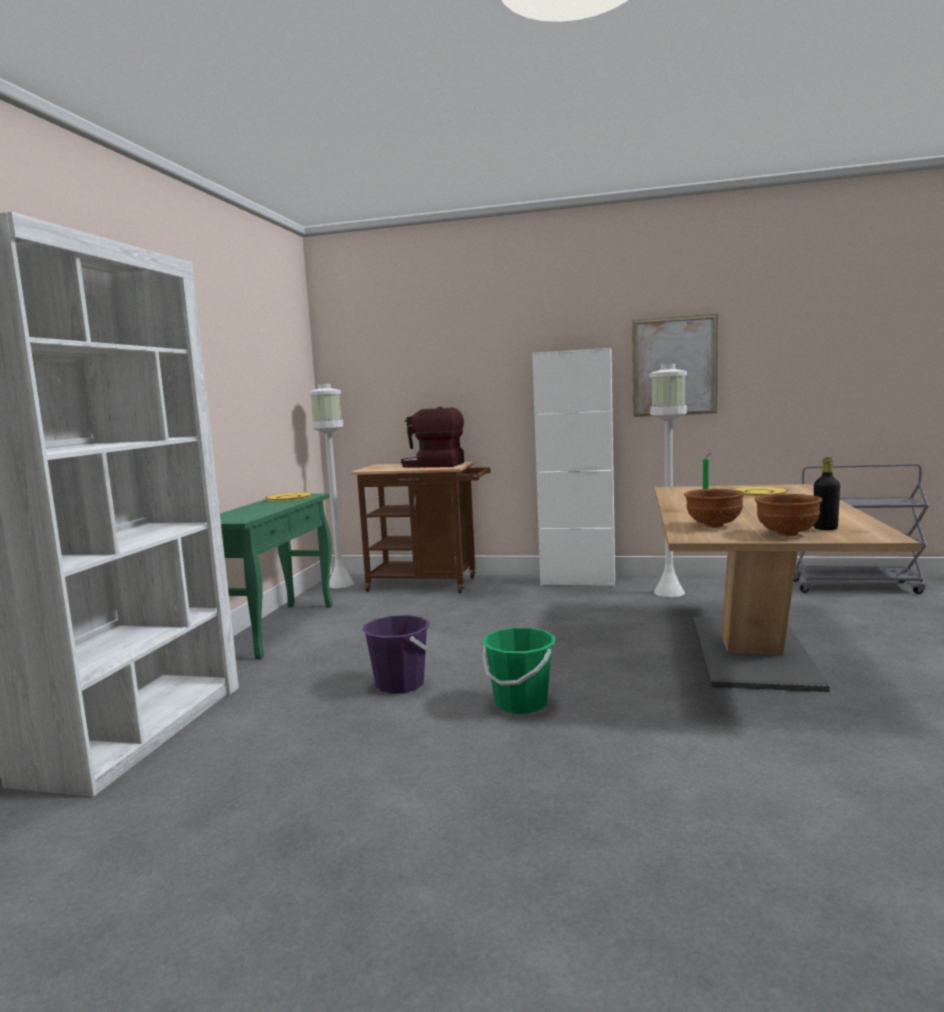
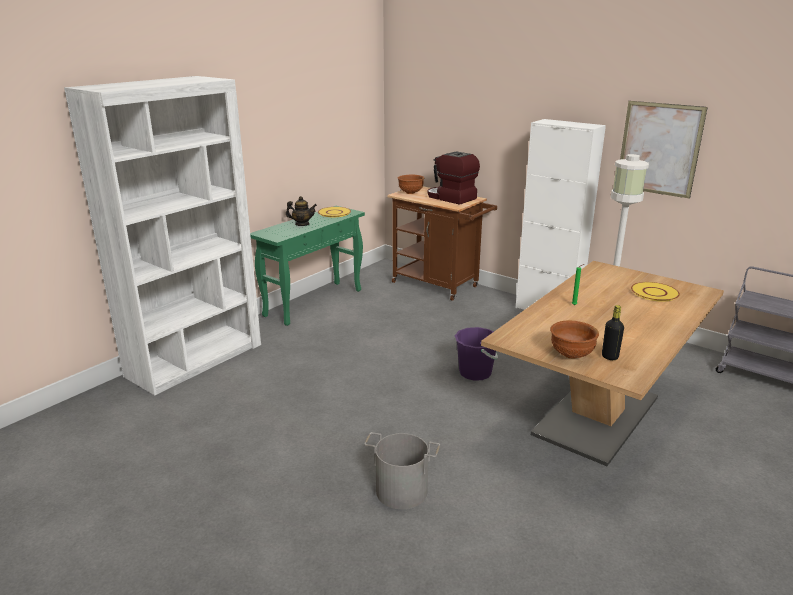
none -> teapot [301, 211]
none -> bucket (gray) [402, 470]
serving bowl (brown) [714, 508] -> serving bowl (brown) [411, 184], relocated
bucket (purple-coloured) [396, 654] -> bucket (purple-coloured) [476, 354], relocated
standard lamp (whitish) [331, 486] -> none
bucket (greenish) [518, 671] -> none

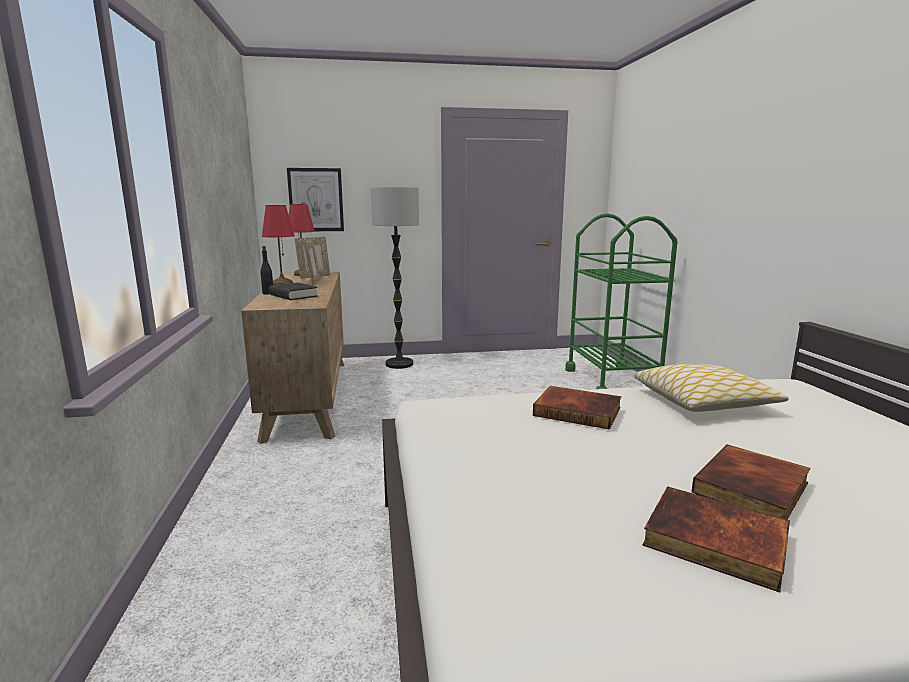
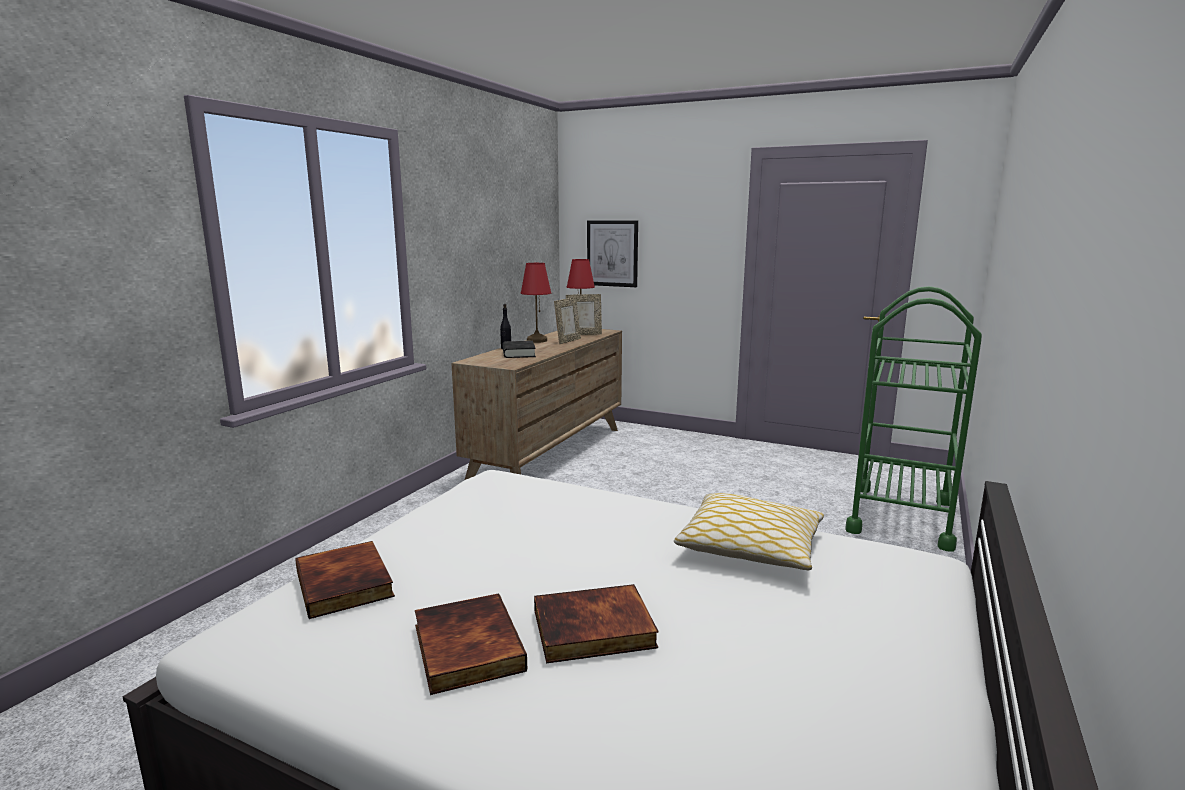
bound book [577, 408] -> bound book [345, 580], relocated
standard lamp [395, 278] -> none

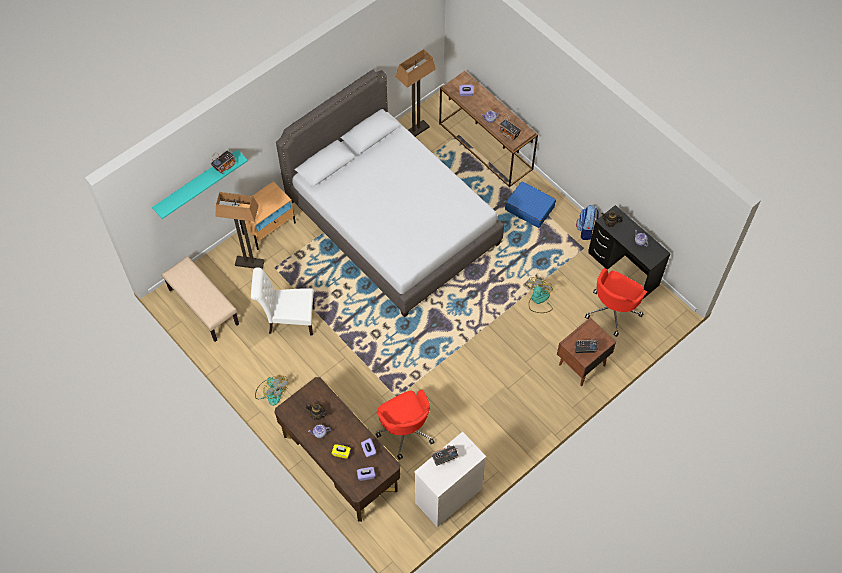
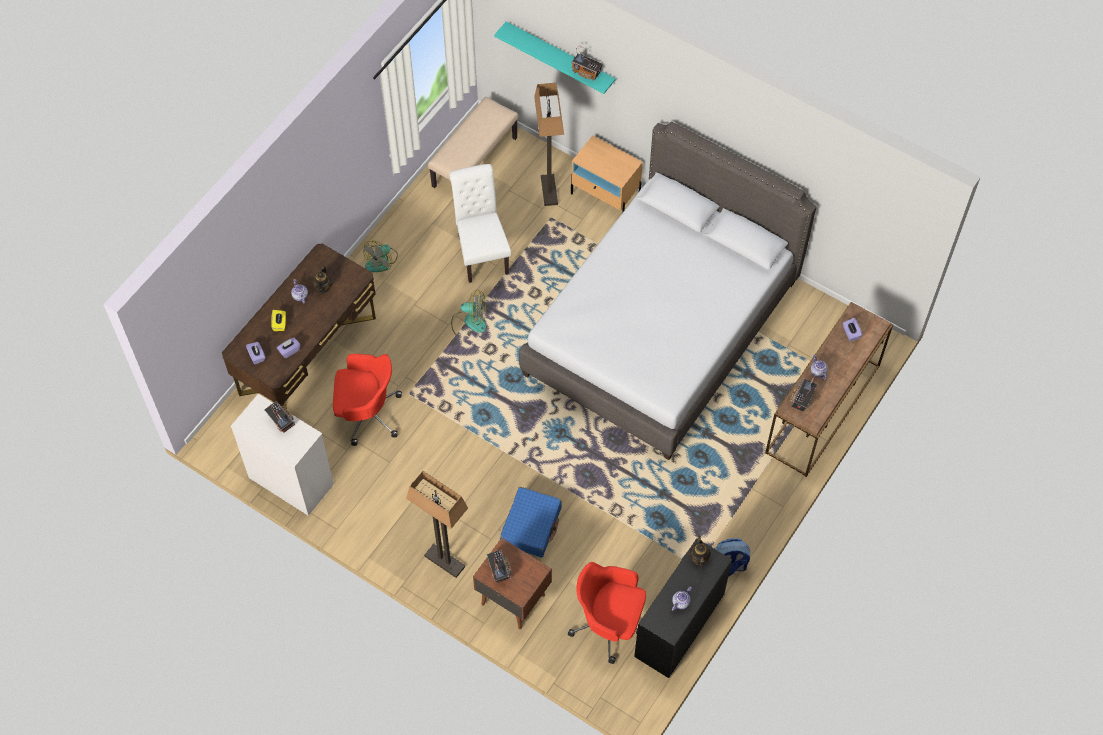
computer chair (red) [405, 425] -> computer chair (red) [367, 400], 135 degrees counterclockwise
standard lamp [416, 93] -> standard lamp [437, 524], relocated
cooling fan [540, 295] -> cooling fan [468, 312], relocated
suitcase (blue) [530, 204] -> suitcase (blue) [531, 522], relocated

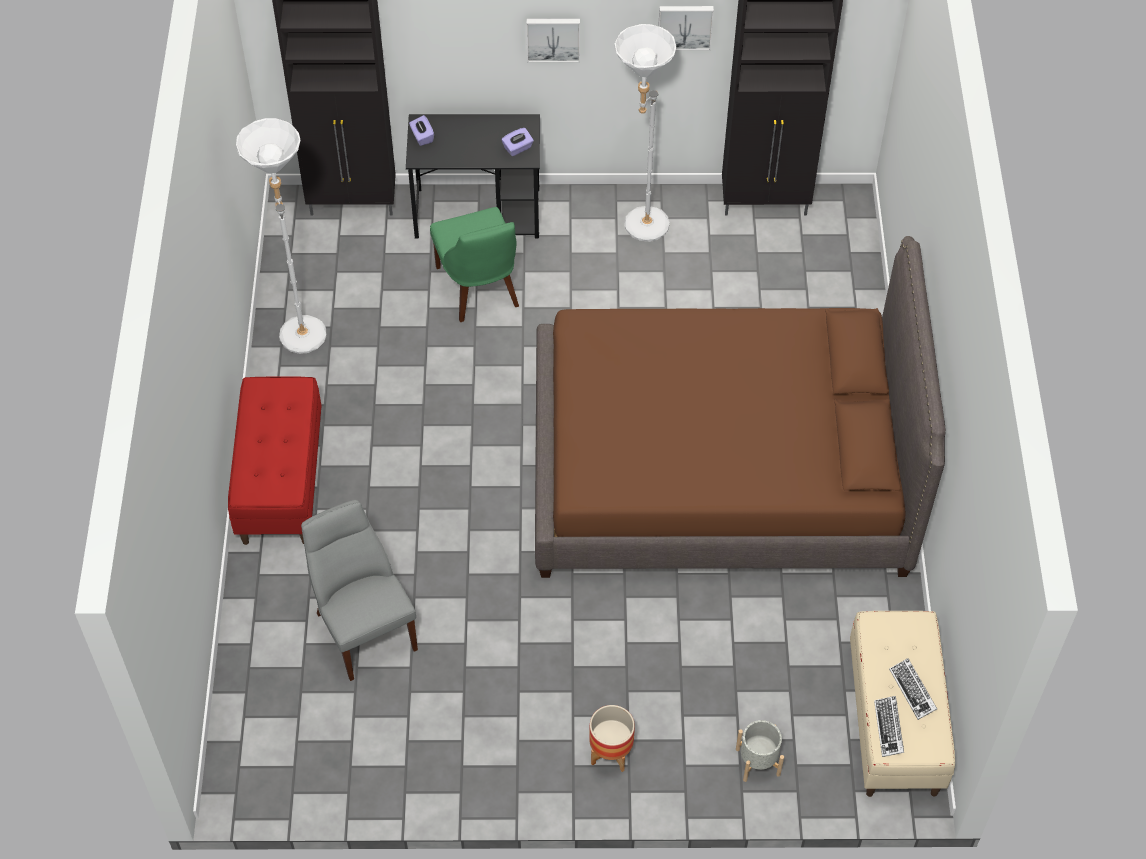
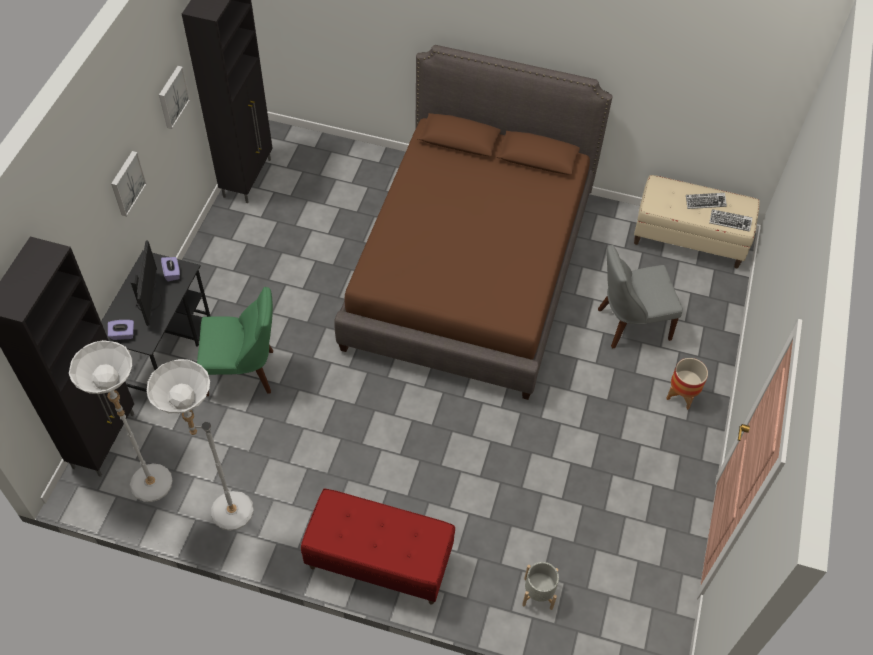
standard lamp (whitish) [645, 133] -> standard lamp (whitish) [121, 421], relocated
none -> computer screen [146, 283]
plant pot (gray) [760, 751] -> plant pot (gray) [540, 586], relocated
chair (gray) [359, 590] -> chair (gray) [640, 296], relocated

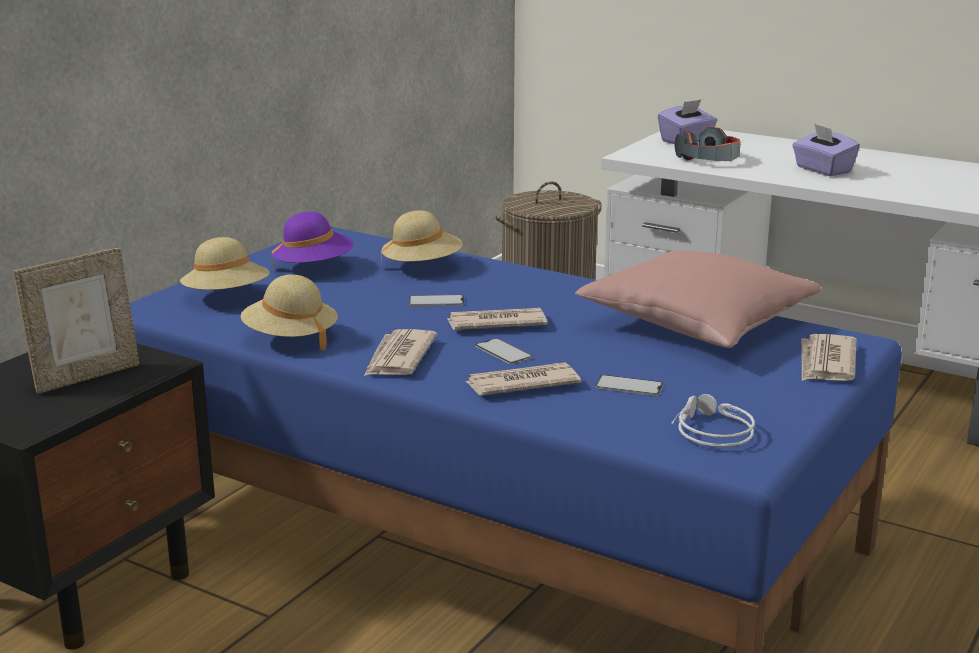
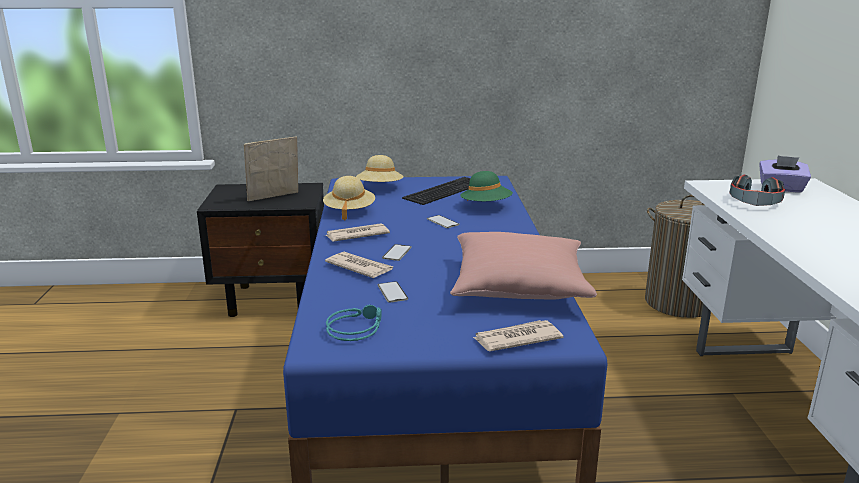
photo frame [76, 321] -> photo frame [271, 169], 135 degrees clockwise
headphones (gray) [713, 420] -> headphones (blue-green) [354, 323]
wearable hat (purple-coloured) [312, 241] -> PC keyboard [436, 191]
wearable hat (sand-coloured) [421, 239] -> wearable hat (greenish) [486, 186]
newspaper [497, 319] -> none
tissue holder (purple-coloured) [826, 149] -> none

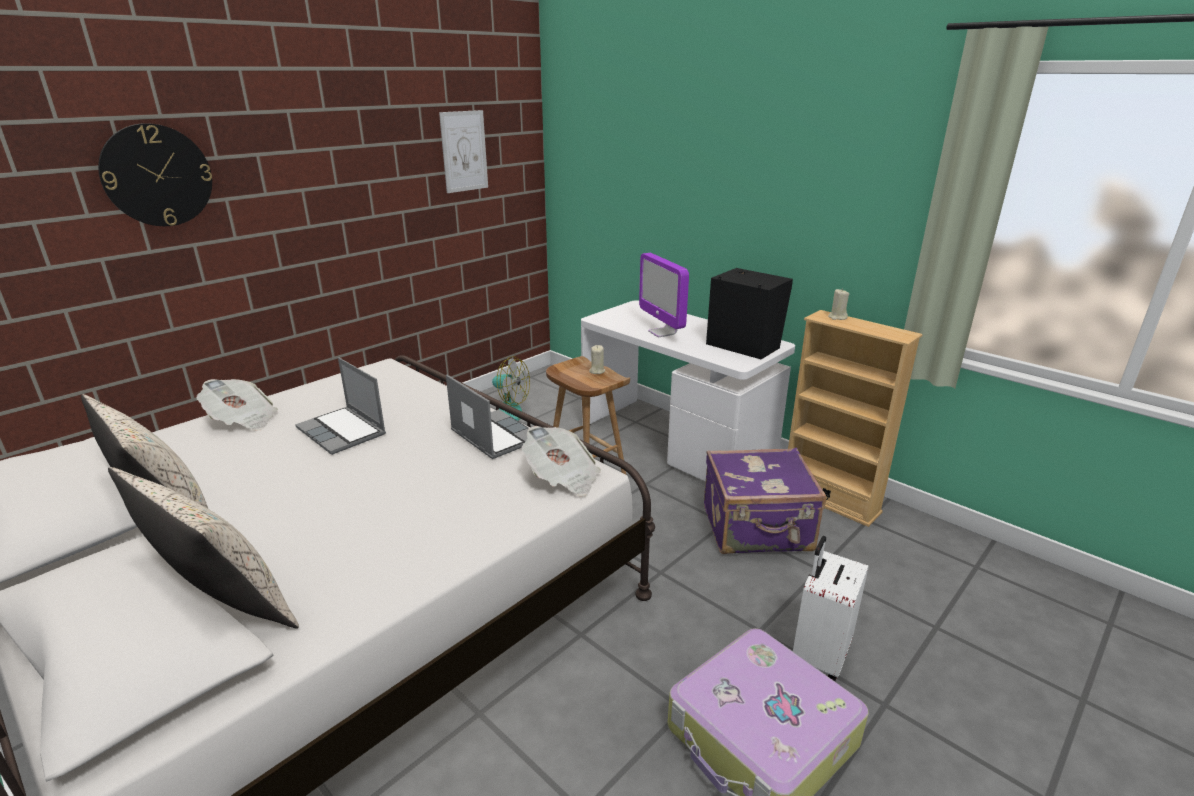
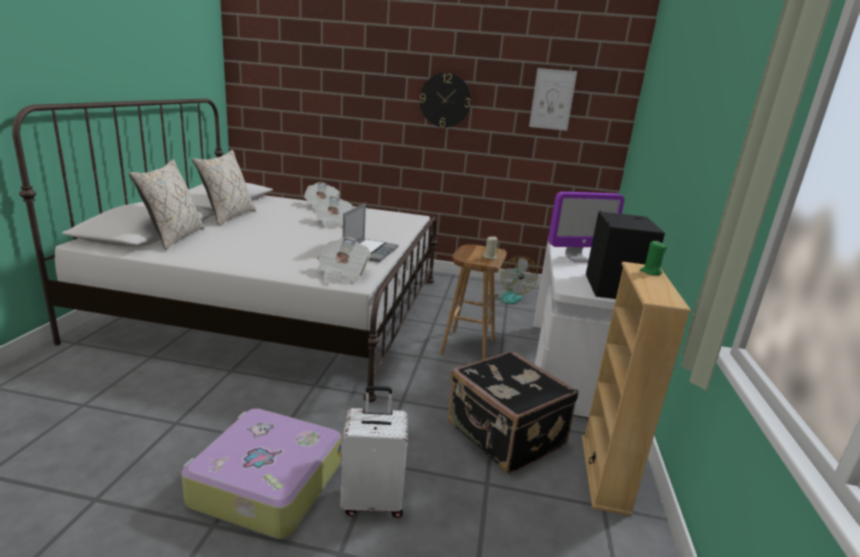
portable computer [340, 406] -> newspaper [334, 212]
hanging clock [155, 174] -> hanging clock [445, 100], relocated
suitcase (purple-coloured) [765, 501] -> suitcase (black) [513, 412]
computer screen [664, 295] -> computer screen [586, 227], 135 degrees counterclockwise
wax candle (sand-coloured) [838, 304] -> wax candle (greenish) [653, 258]

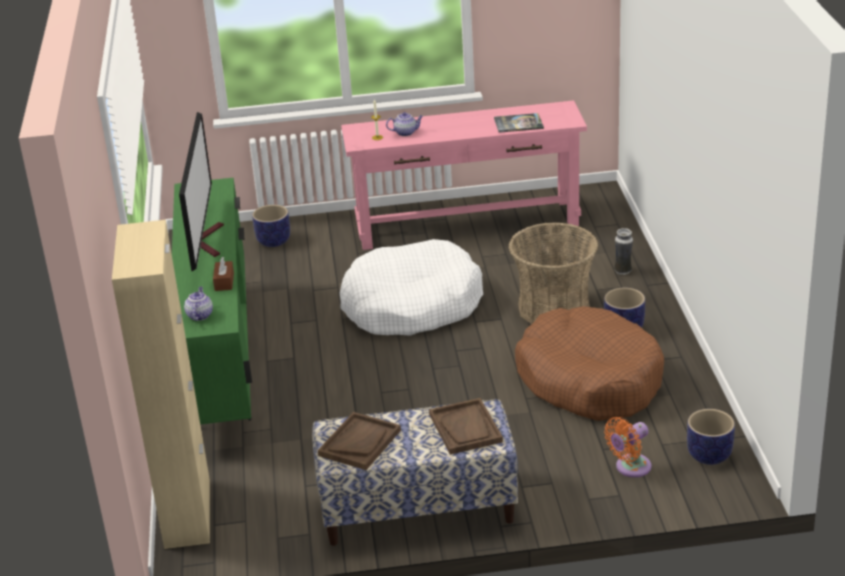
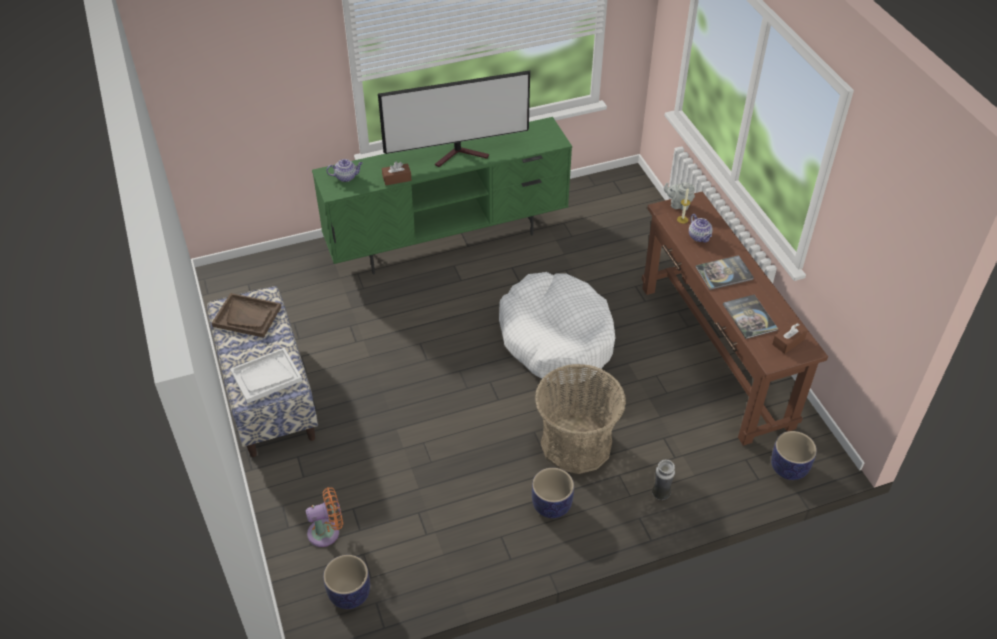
tray (brown) [466, 426] -> tray (whitish) [266, 375]
cooling fan (orangey) [627, 447] -> cooling fan (orangey) [324, 517], 120 degrees clockwise
console table (pink-coloured) [464, 175] -> console table (brown) [735, 319]
none -> teapot (gray) [679, 196]
none -> bound book [725, 272]
plant pot [271, 226] -> plant pot [794, 455], relocated
none -> tissue holder (brown) [789, 338]
cupboard (sand-coloured) [161, 384] -> none
dog bed (brown) [589, 363] -> none

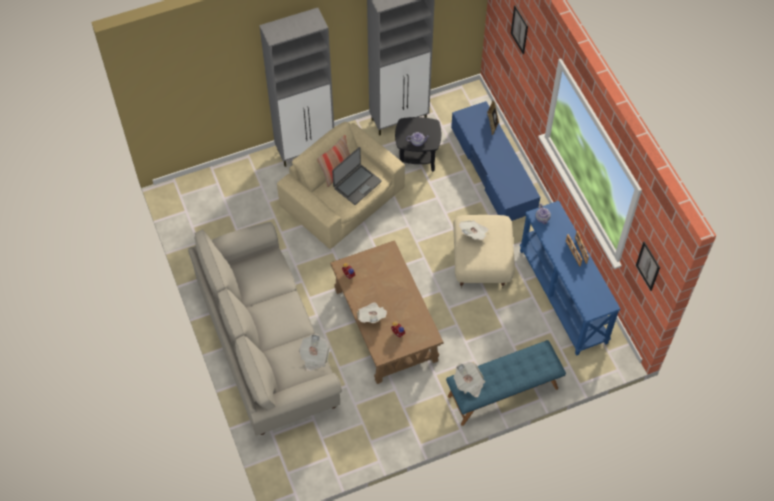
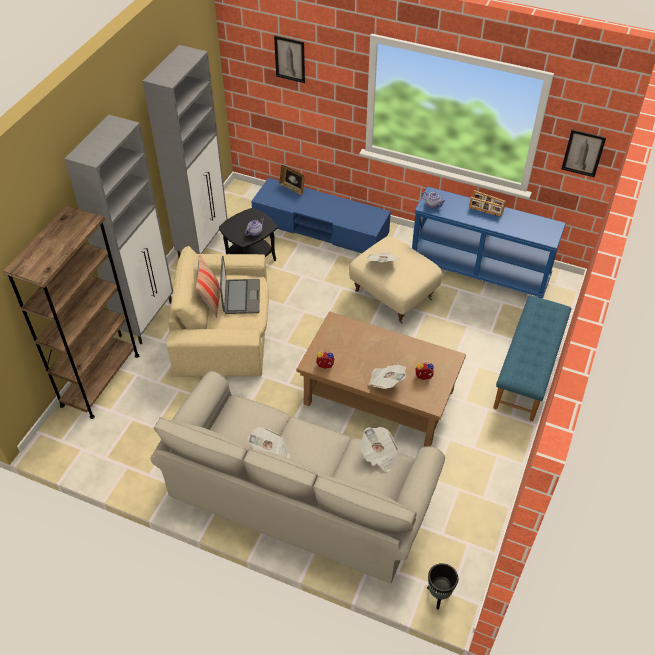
none -> bookcase (brown) [71, 312]
newspaper [470, 379] -> newspaper [269, 442], relocated
none -> plant pot (black) [442, 586]

